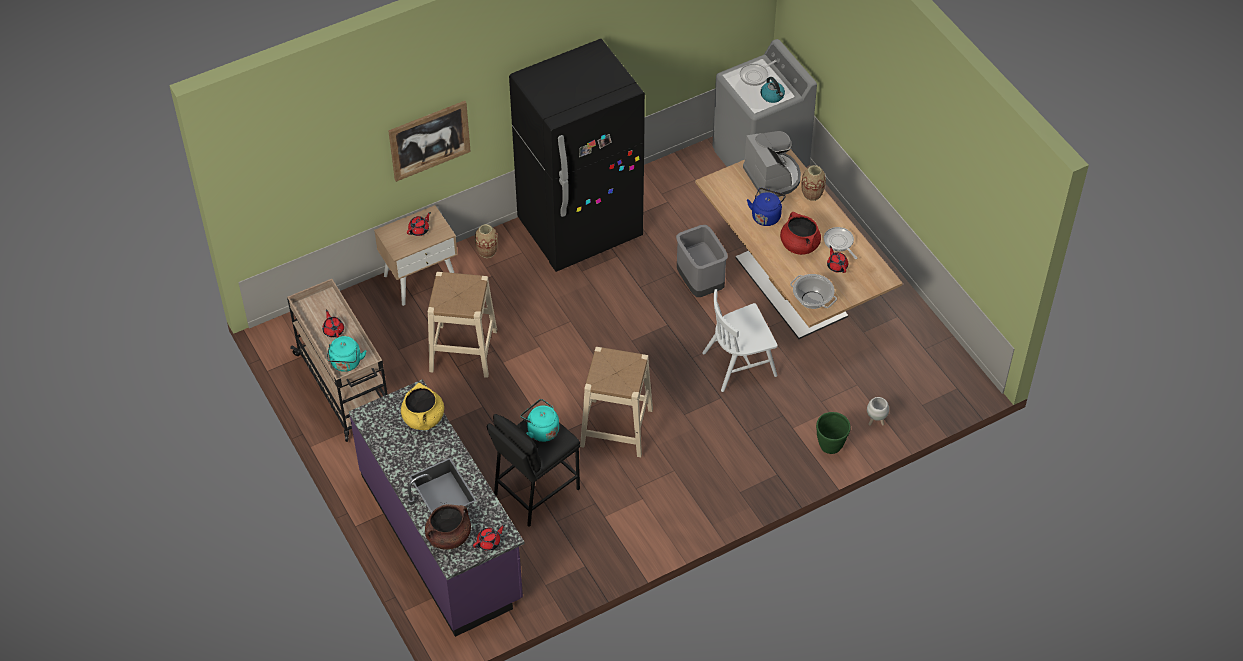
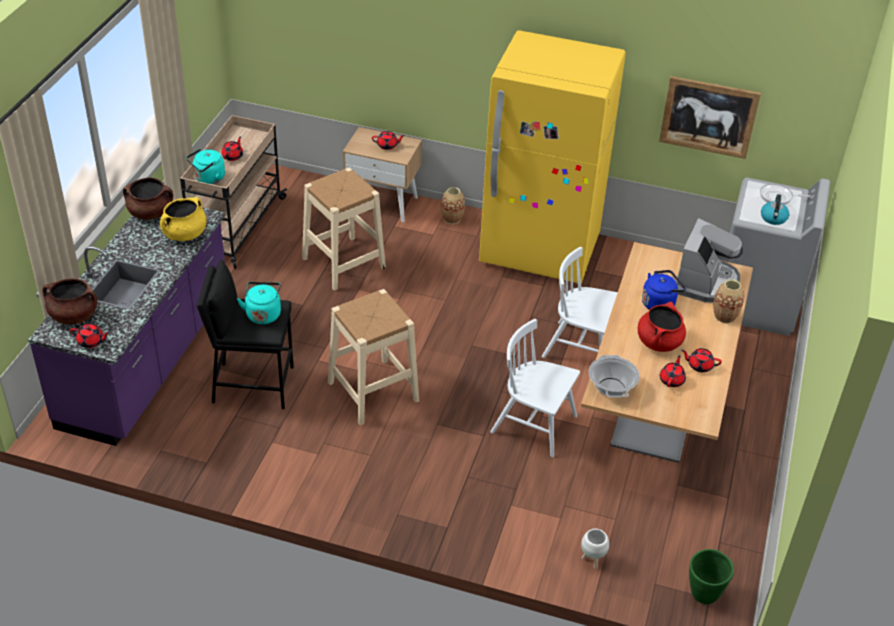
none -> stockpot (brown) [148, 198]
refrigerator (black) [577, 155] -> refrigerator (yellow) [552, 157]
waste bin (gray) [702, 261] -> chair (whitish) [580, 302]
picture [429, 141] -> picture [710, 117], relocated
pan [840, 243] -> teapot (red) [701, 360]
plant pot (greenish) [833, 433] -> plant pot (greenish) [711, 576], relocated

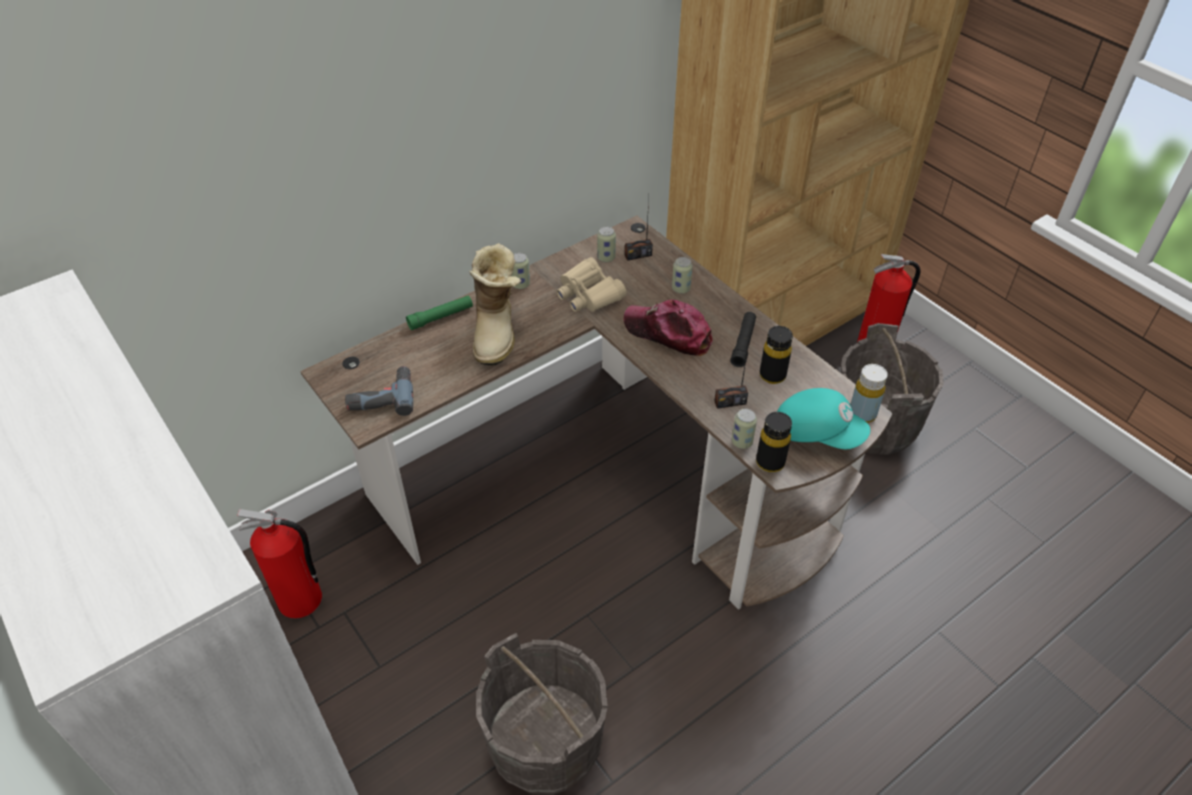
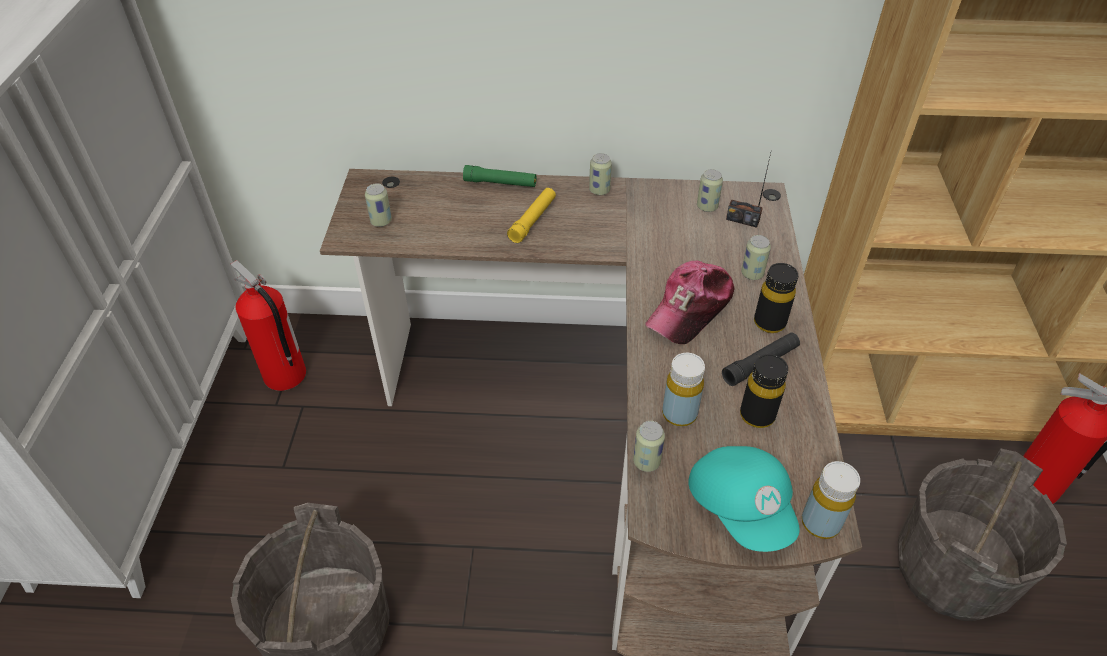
electric drill [379, 391] -> metal can [378, 205]
high-top boot [496, 304] -> hand torch (yellow) [531, 215]
baseball cap [668, 327] -> baseball cap [689, 302], 120 degrees counterclockwise
radio receiver [731, 375] -> drink bottle (yellow) [683, 389]
drink bottle (black) [774, 442] -> drink bottle (black) [776, 298], relocated
binoculars (sand-coloured) [592, 284] -> none

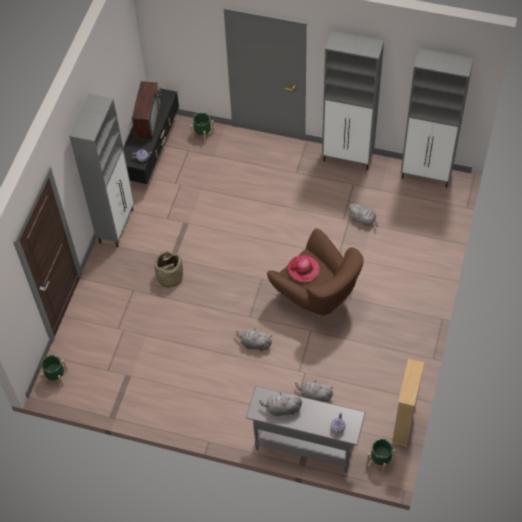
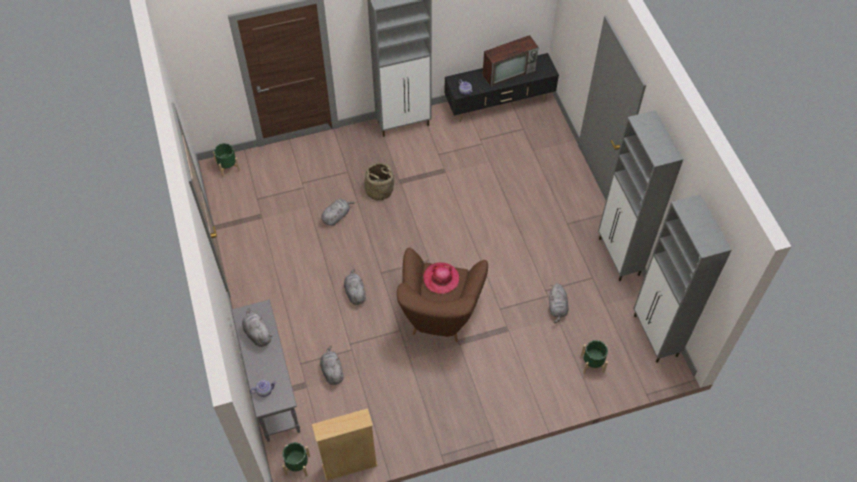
none -> soft toy (gray) [338, 212]
plant pot (greenish) [202, 128] -> plant pot (greenish) [594, 357], relocated

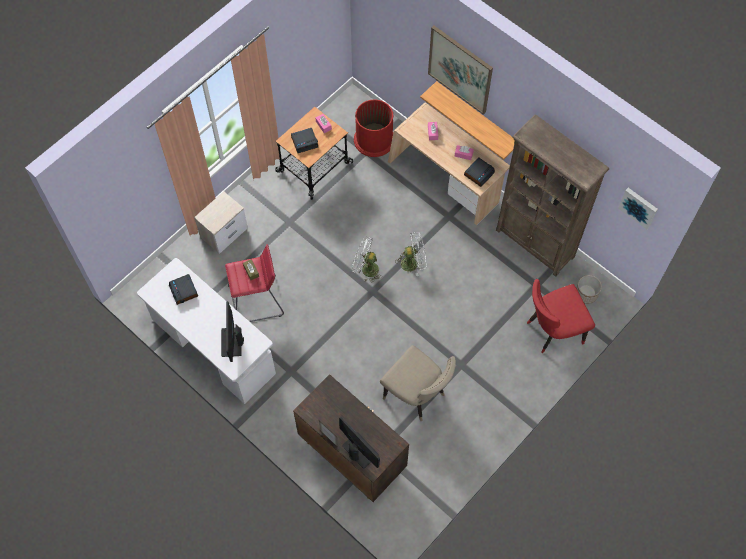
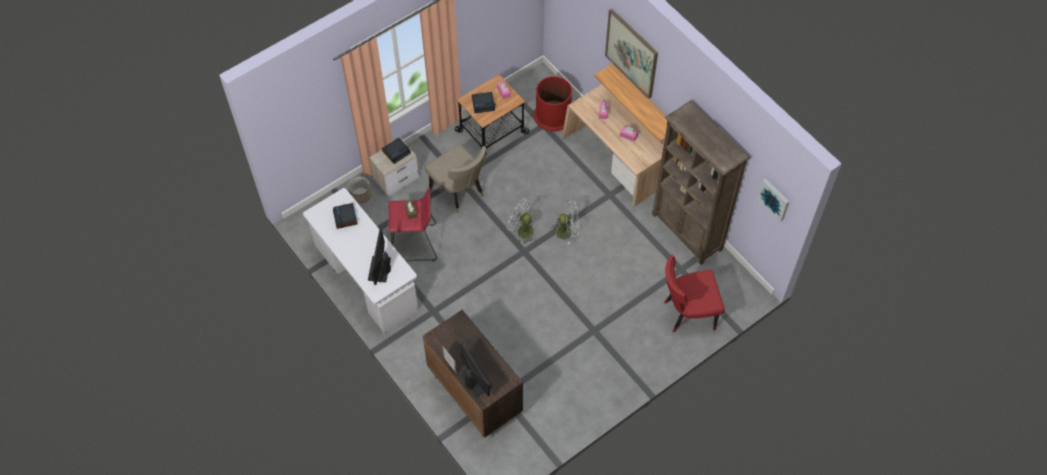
plant pot [589, 289] -> plant pot [360, 190], relocated
alarm clock [479, 172] -> alarm clock [396, 151], relocated
chair (sand-coloured) [418, 383] -> chair (sand-coloured) [455, 178], relocated

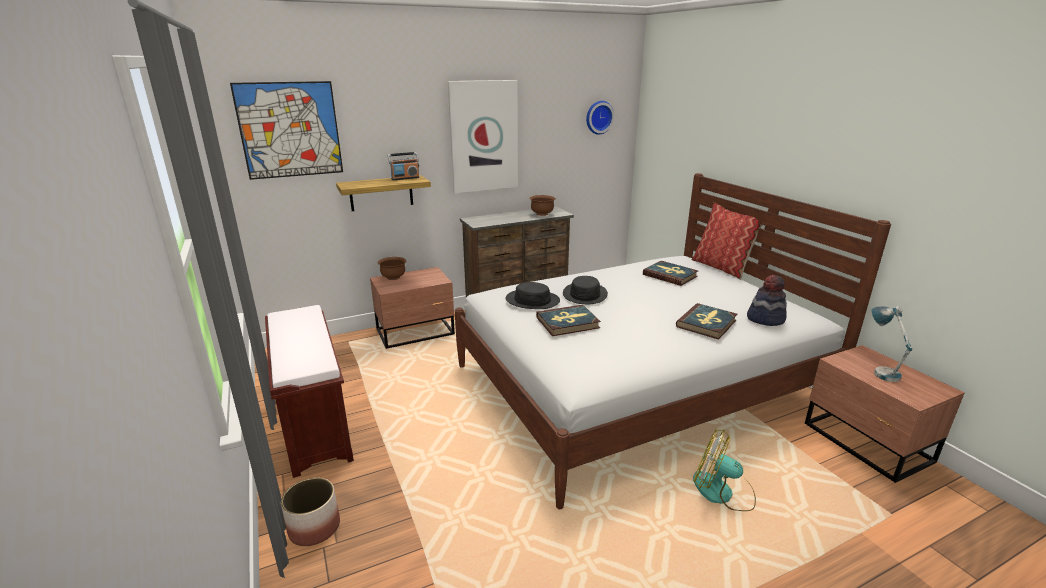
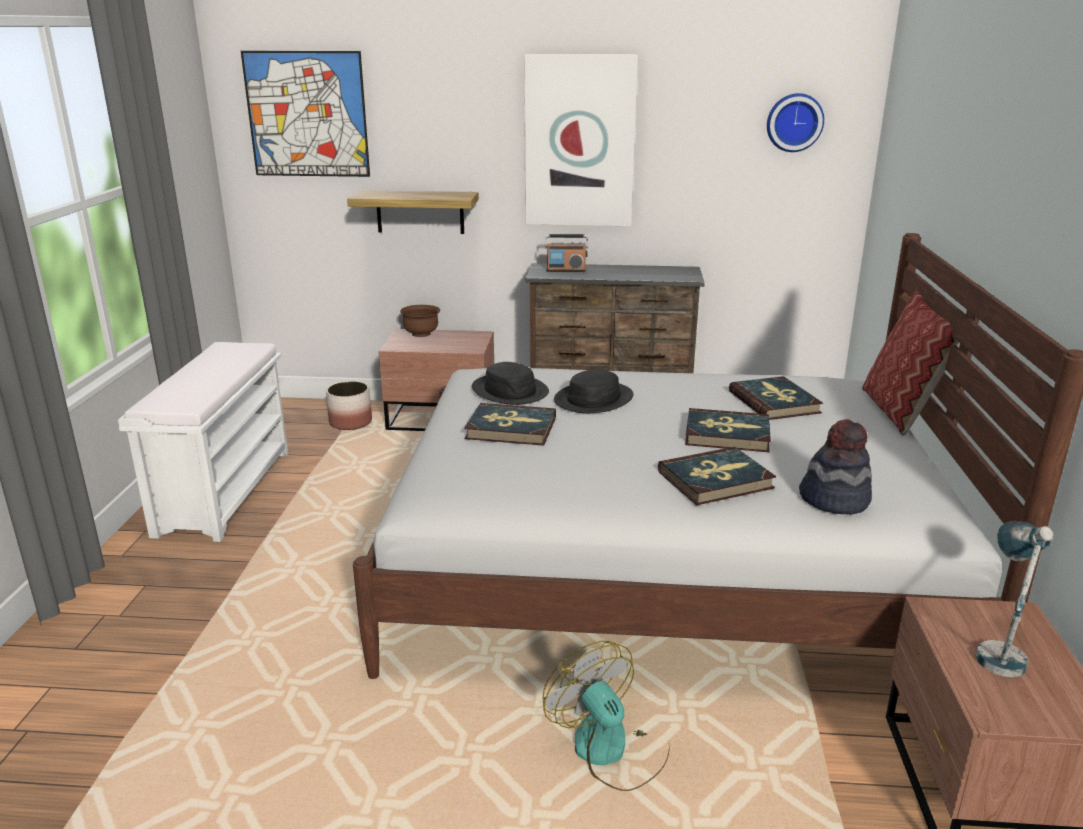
indoor bench (brown) [309, 391] -> indoor bench (whitish) [203, 442]
plant pot [310, 512] -> plant pot [349, 405], relocated
radio receiver [404, 166] -> radio receiver [566, 253], relocated
none -> bound book [728, 430]
serving bowl (brown) [542, 205] -> none

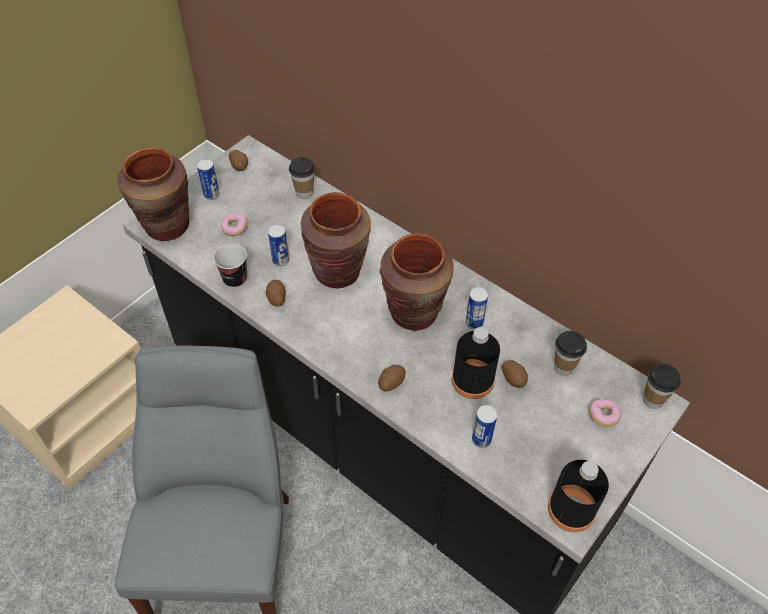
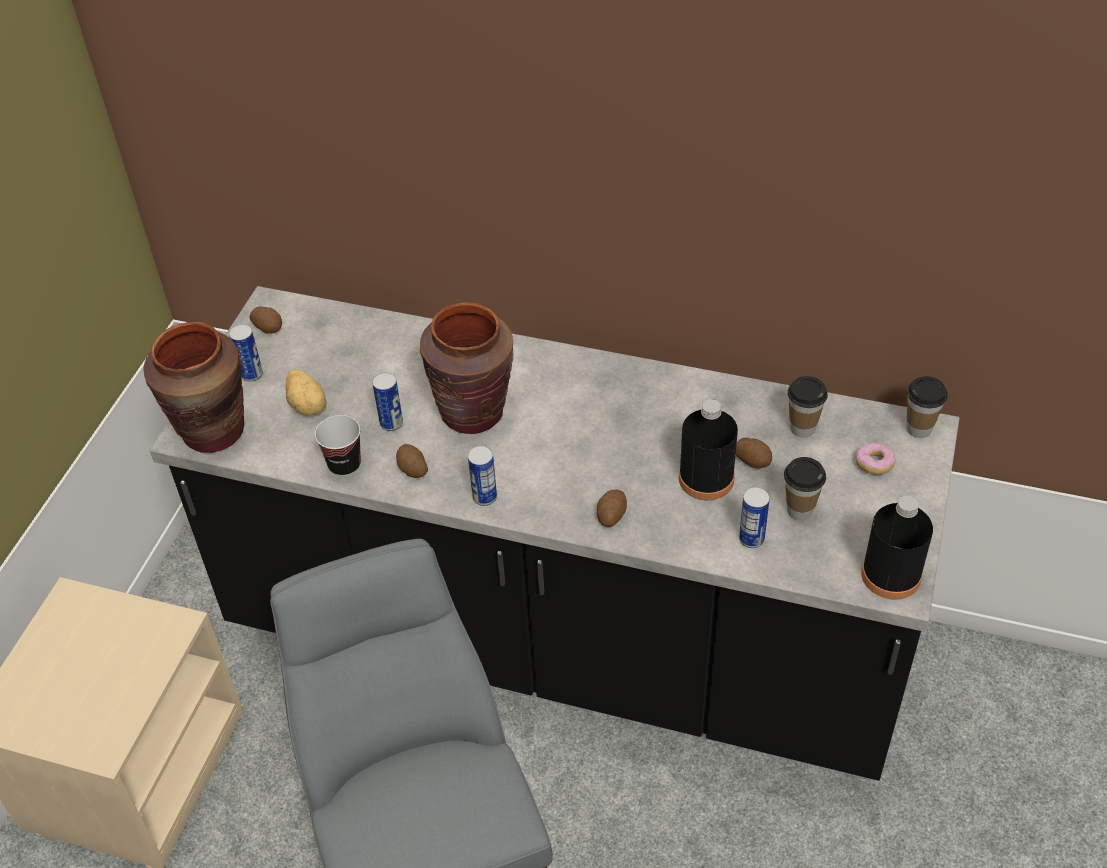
donut [234, 224] -> whole potato [306, 393]
metal can [477, 308] -> metal can [482, 476], relocated
cup [302, 178] -> cup [805, 488], relocated
flower vase (brown) [416, 282] -> none

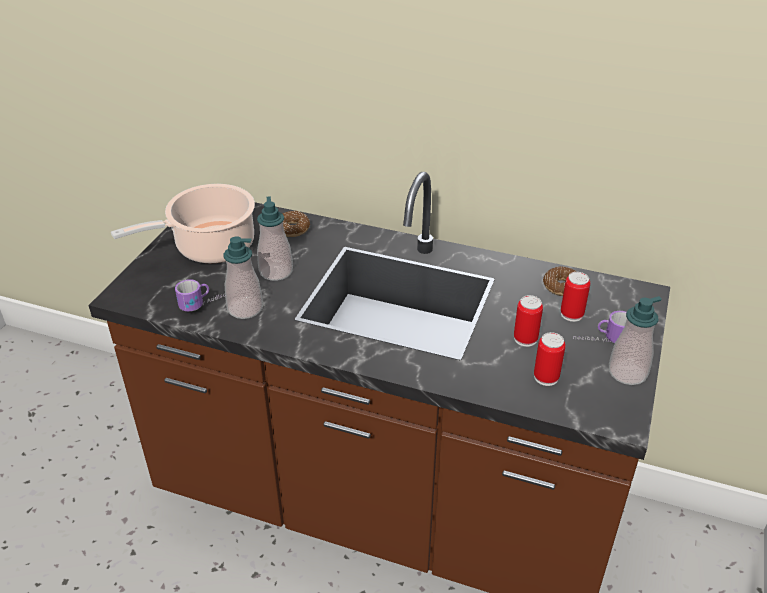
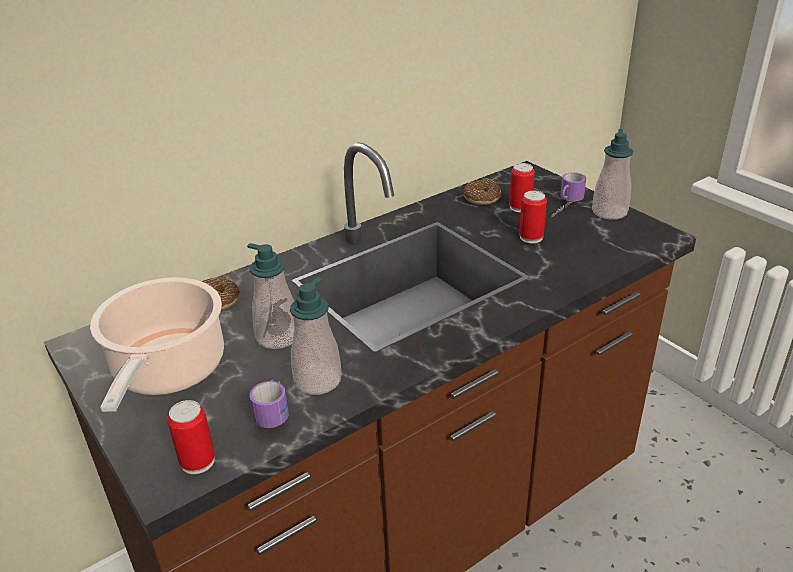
metal can [550, 359] -> metal can [191, 437], relocated

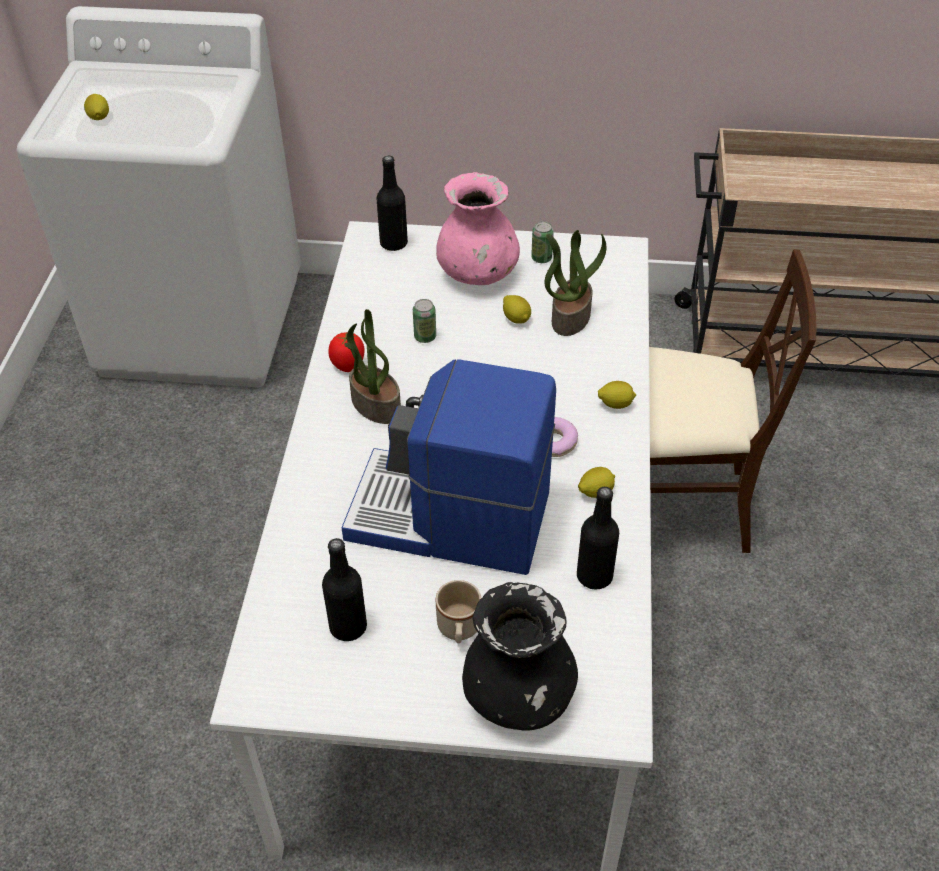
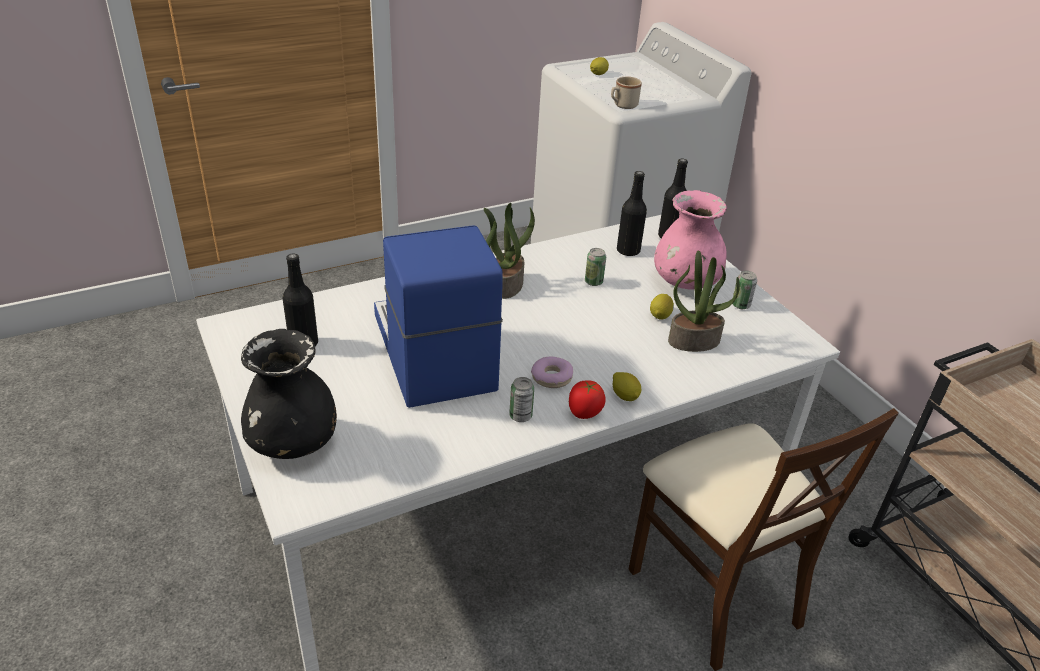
whole lemon [596, 482] -> metal can [521, 399]
whole tomato [346, 352] -> whole tomato [587, 399], relocated
tea mug (sand-coloured) [459, 611] -> tea mug (sand-coloured) [626, 93], relocated
drink bottle (black) [598, 538] -> drink bottle (black) [632, 213], relocated

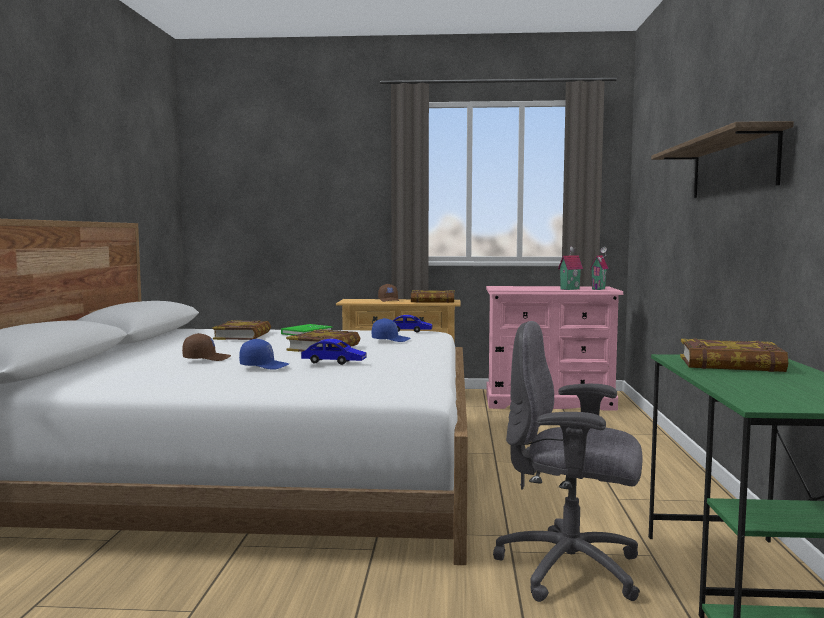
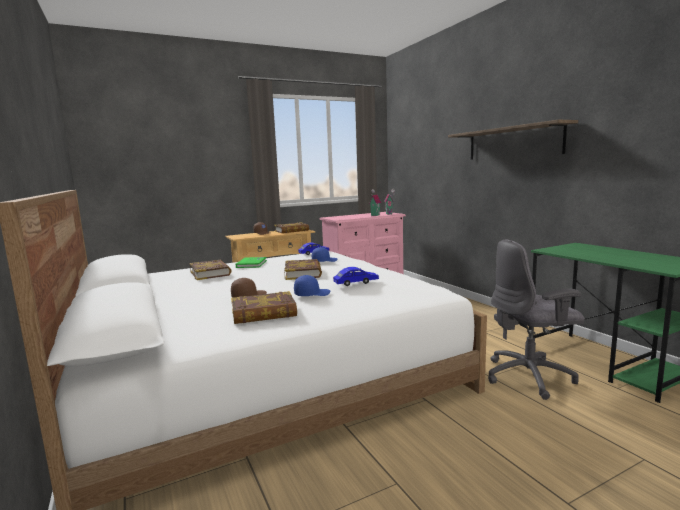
bound book [734, 355] -> bound book [264, 307], relocated

